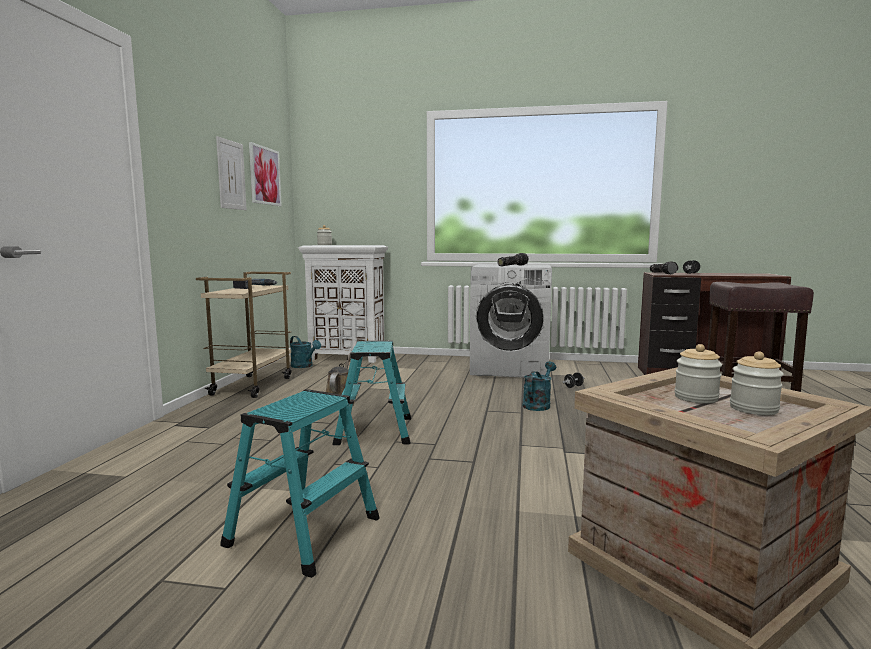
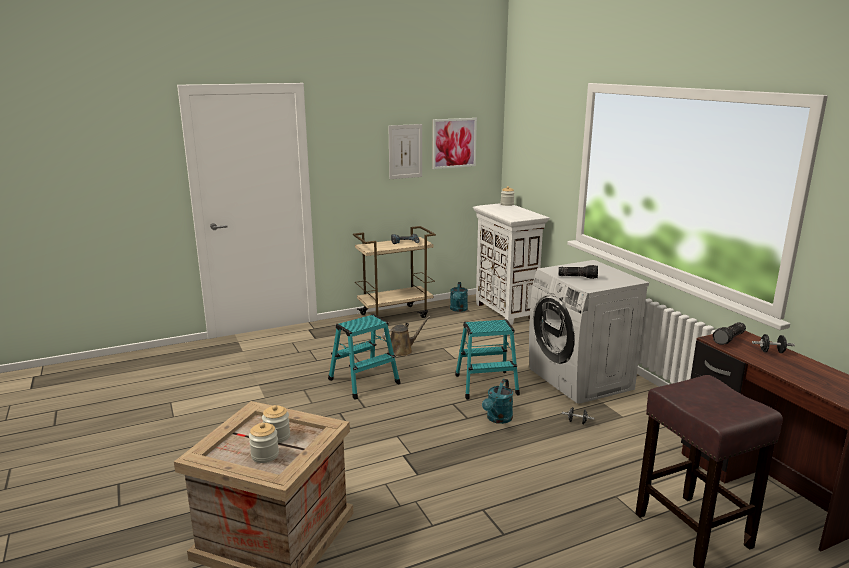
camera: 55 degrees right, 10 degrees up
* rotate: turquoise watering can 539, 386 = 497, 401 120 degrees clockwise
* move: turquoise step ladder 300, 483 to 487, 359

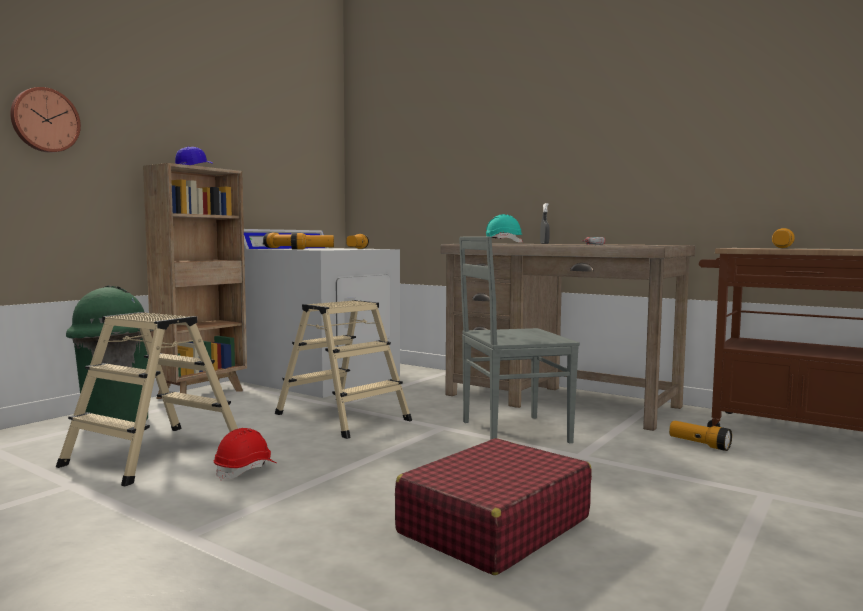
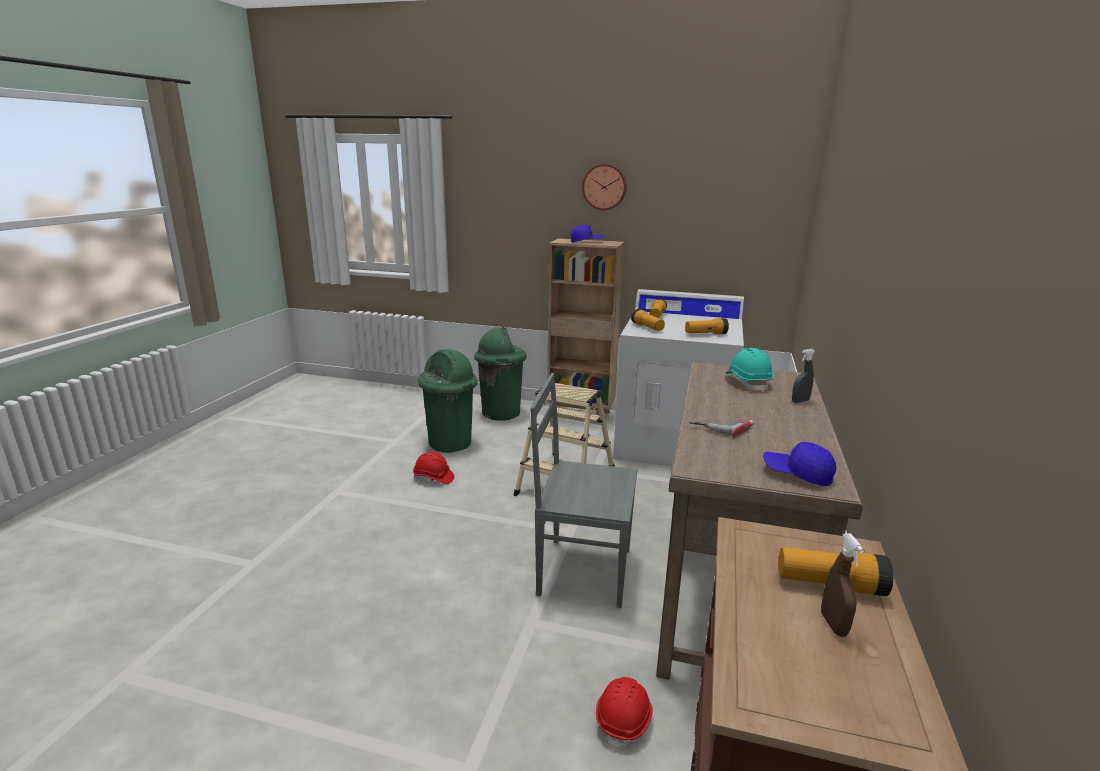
camera: 70 degrees right, 15 degrees up
* move: wall clock 45, 120 to 604, 187
* rotate: grey chair 519, 339 = 584, 490 45 degrees counterclockwise
* replace: beige step ladder 147, 399 to green trash can 448, 401
* replace: flashlight 700, 436 to red hard hat 624, 714
* delete: red suitcase 493, 506
* insert: blue cap 799, 464
* insert: brown spray bottle 842, 585

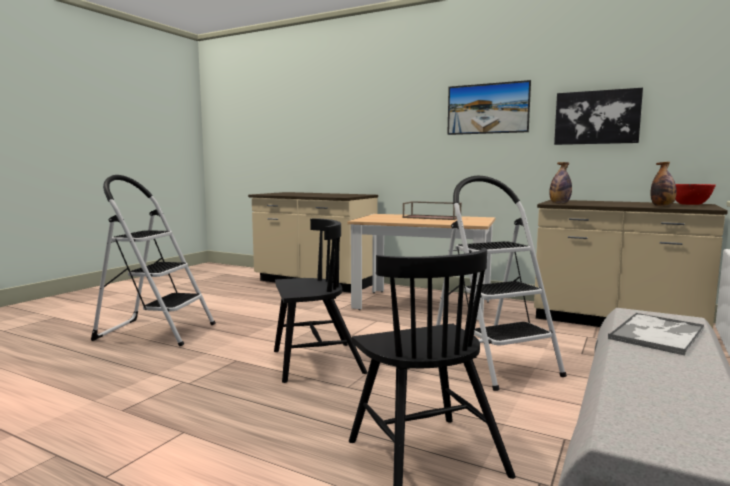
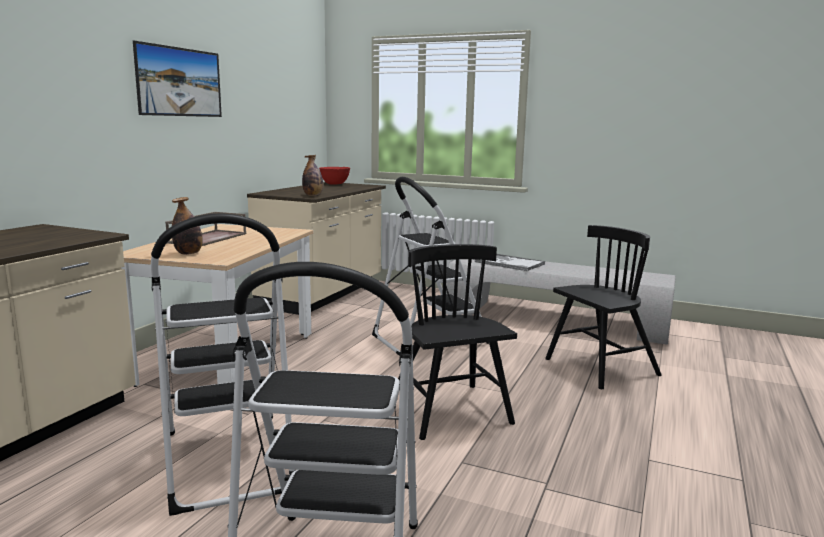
camera: 95 degrees left, 5 degrees up
* delete: picture 598, 116
* move: bottle 663, 184 to 187, 226
* insert: step ladder 223, 365

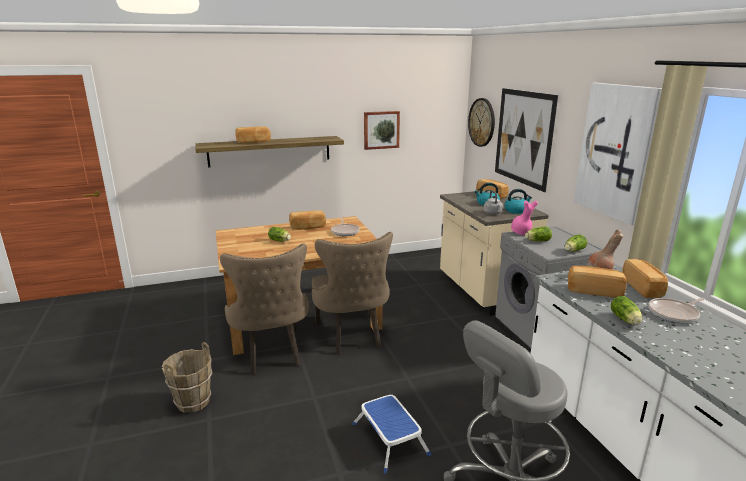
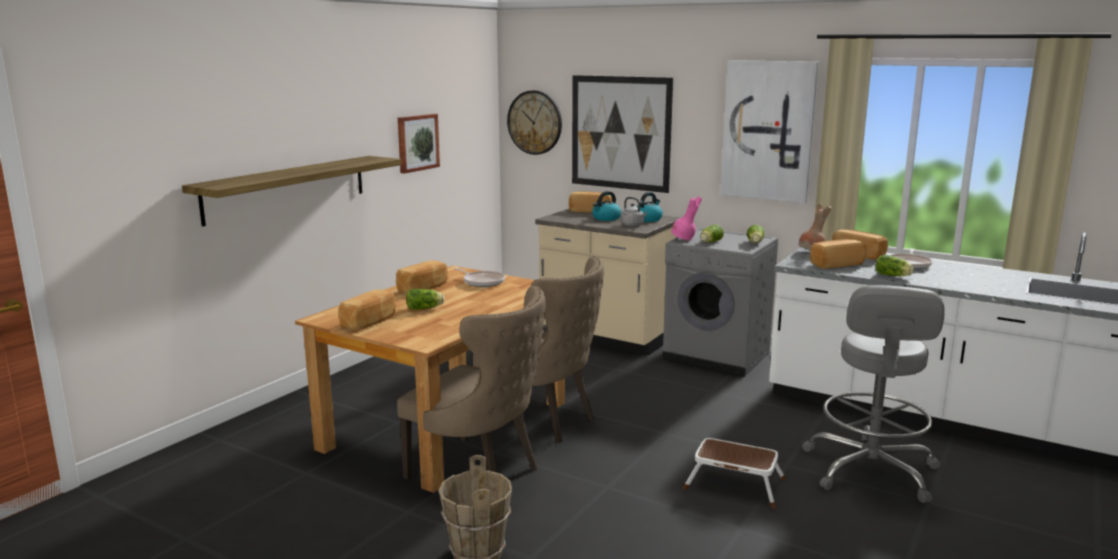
camera: 40 degrees left, 5 degrees down
* move: bread 253, 134 to 367, 309
* recolor: blue step ladder 391, 434 to brown step ladder 734, 473

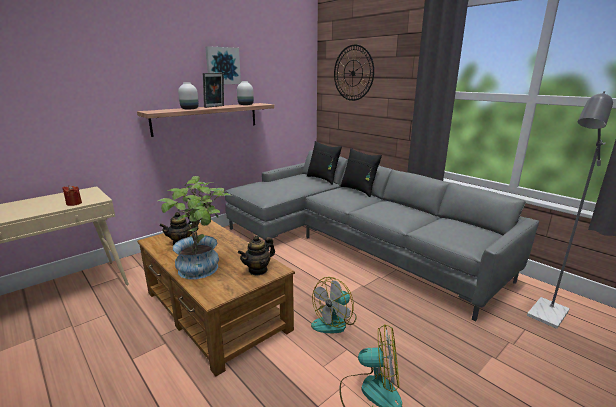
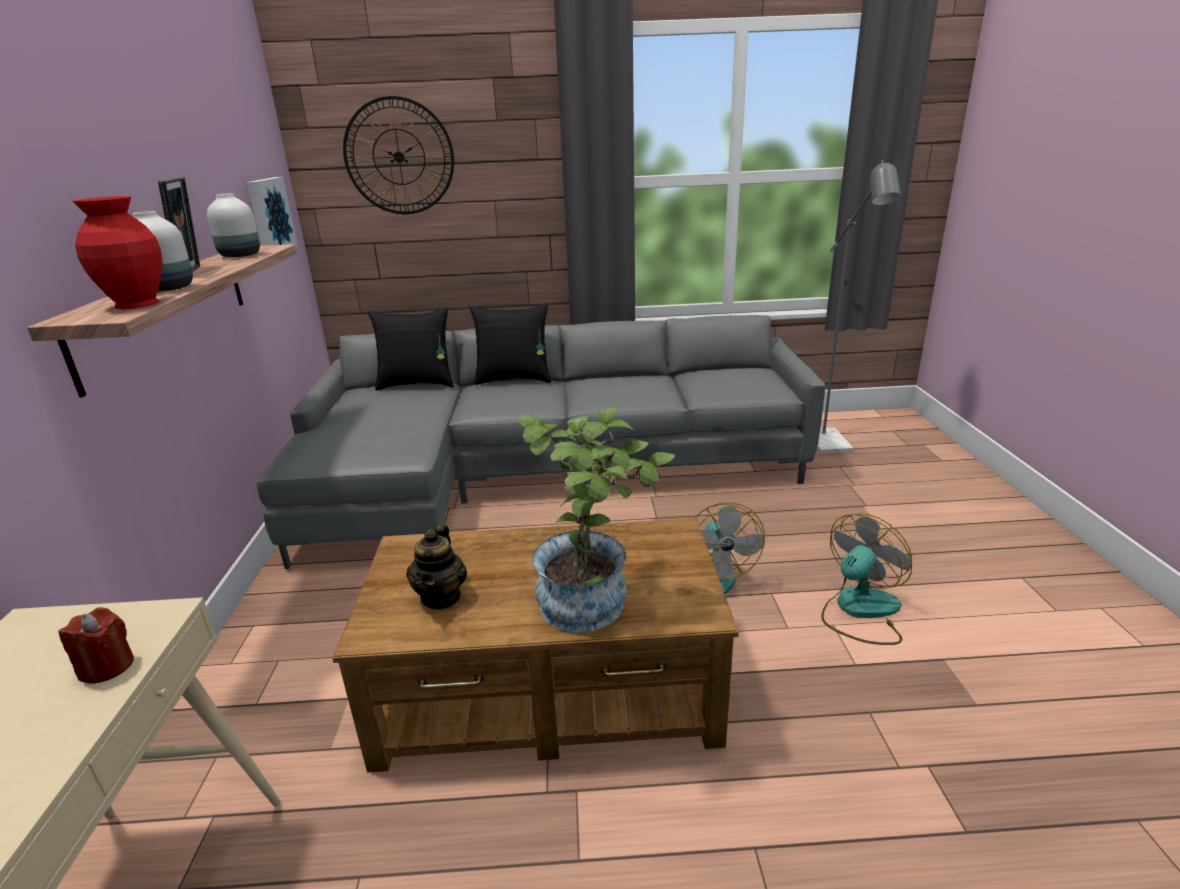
camera: 50 degrees left, 5 degrees up
* move: picture 223, 65 to 272, 212
* delete: teapot 256, 255
* insert: red vase 118, 252

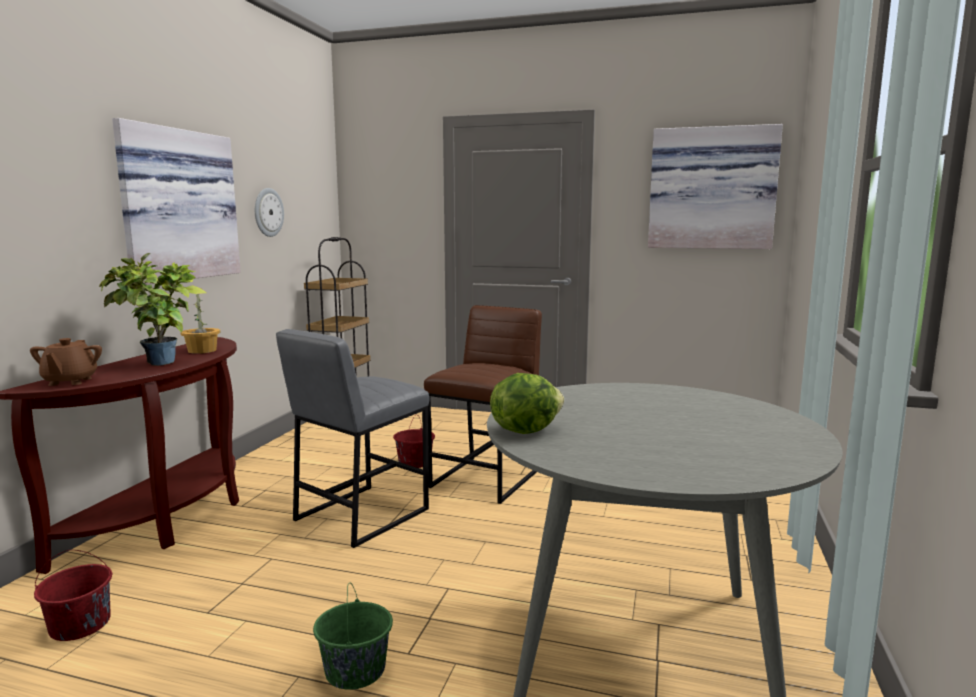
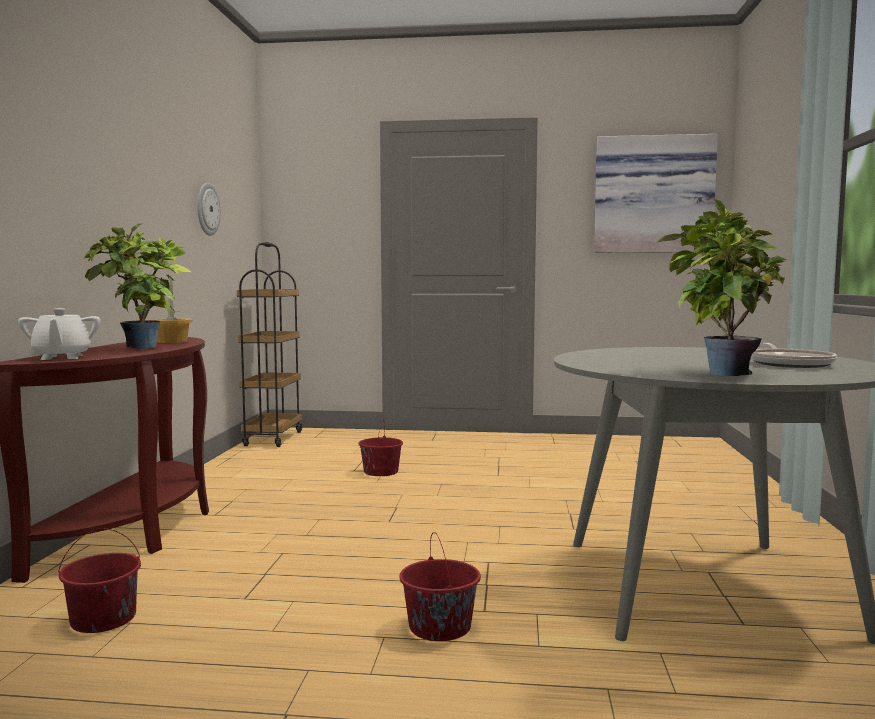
camera: 10 degrees left, 5 degrees down
* delete: picture 176, 201
* delete: brown chair 483, 404
* delete: grey chair 352, 438
* recolor: brown teapot 66, 362 to white teapot 59, 334
* delete: lettuce 527, 403
* recolor: green bucket 353, 636 to red bucket 440, 586
* insert: potted plant 721, 287
* insert: frying pan 794, 355

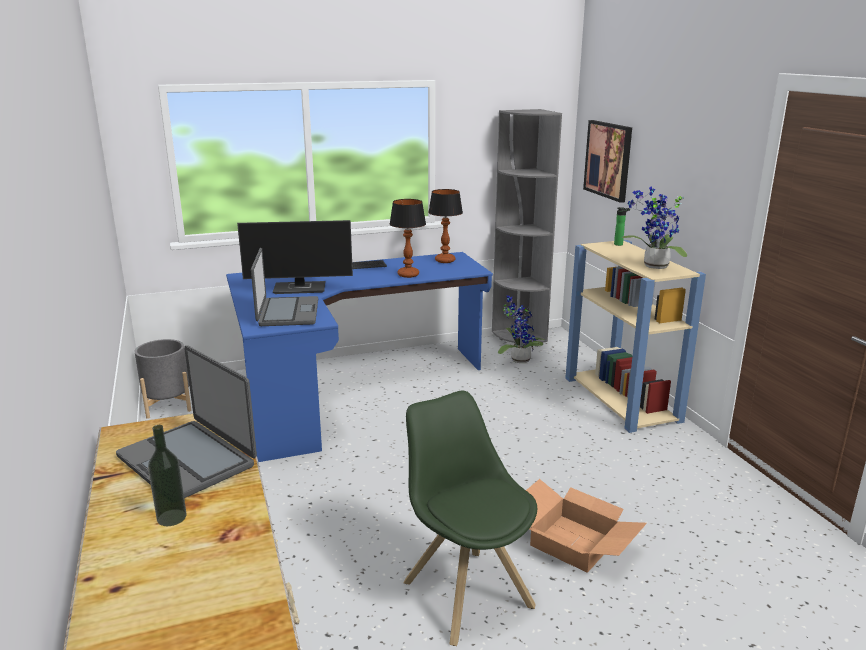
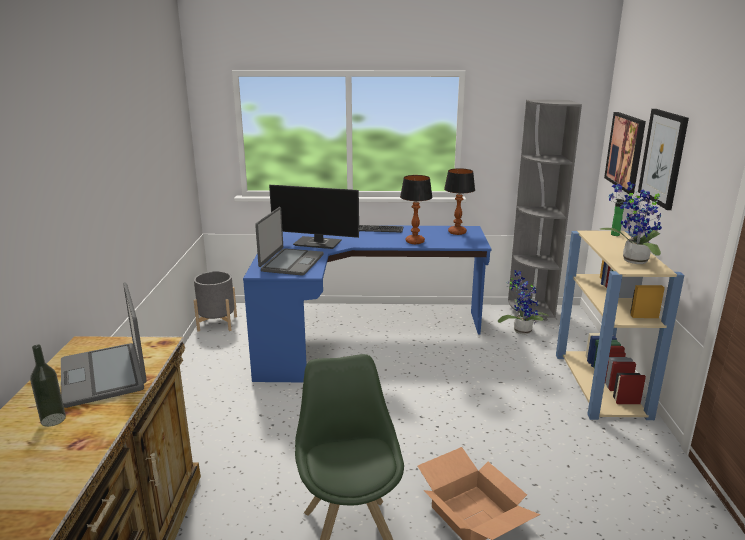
camera: 20 degrees right, 0 degrees up
* insert: picture 663, 159

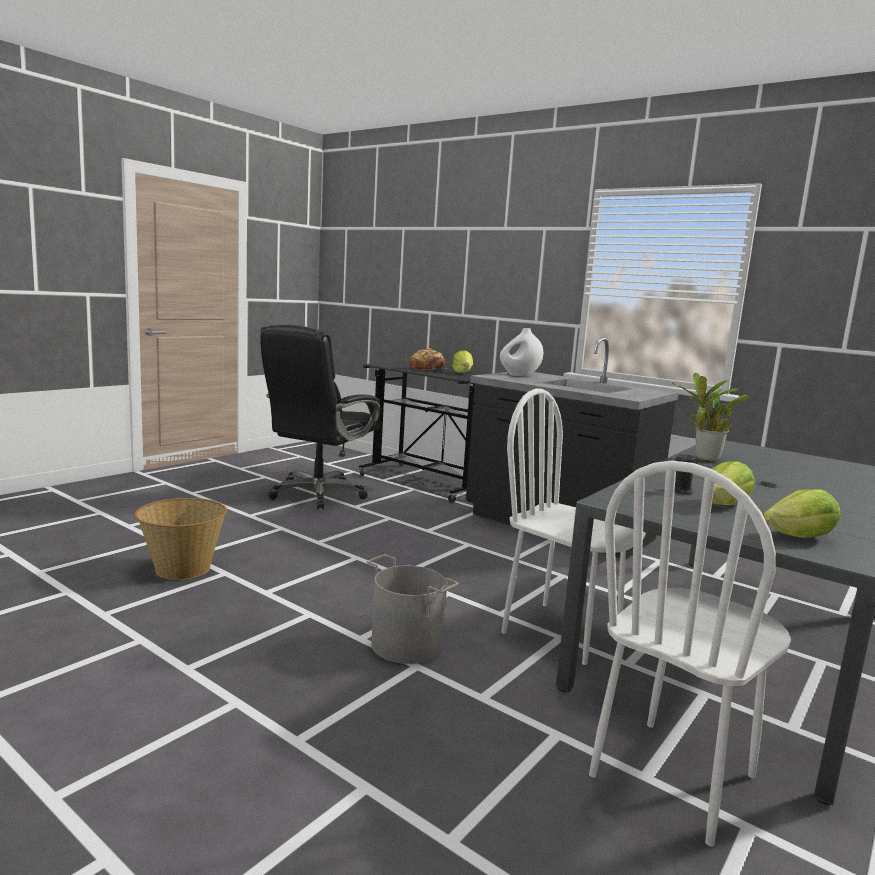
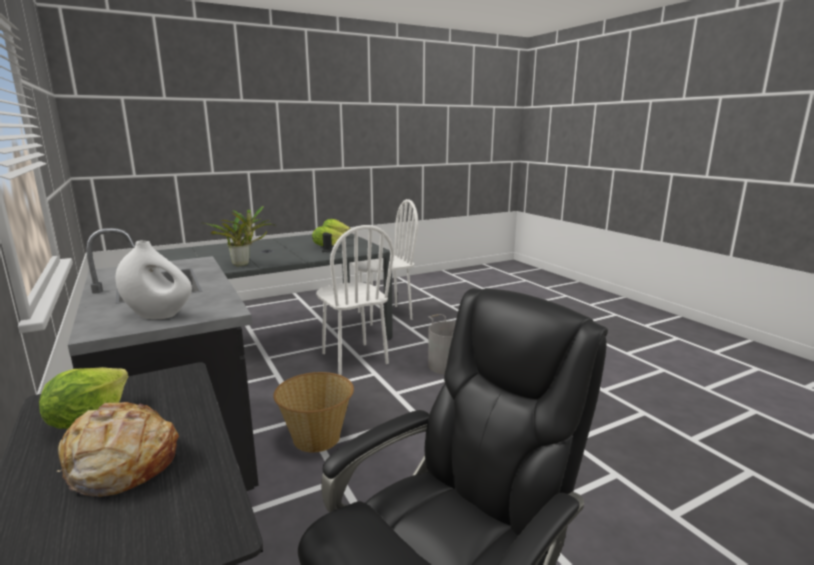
camera: 155 degrees left, 5 degrees up
* move: basket 180, 539 to 313, 412

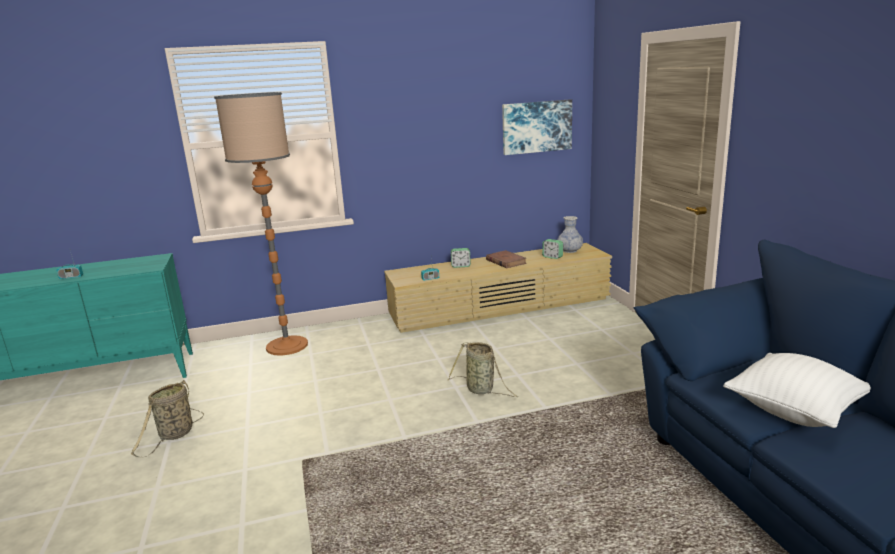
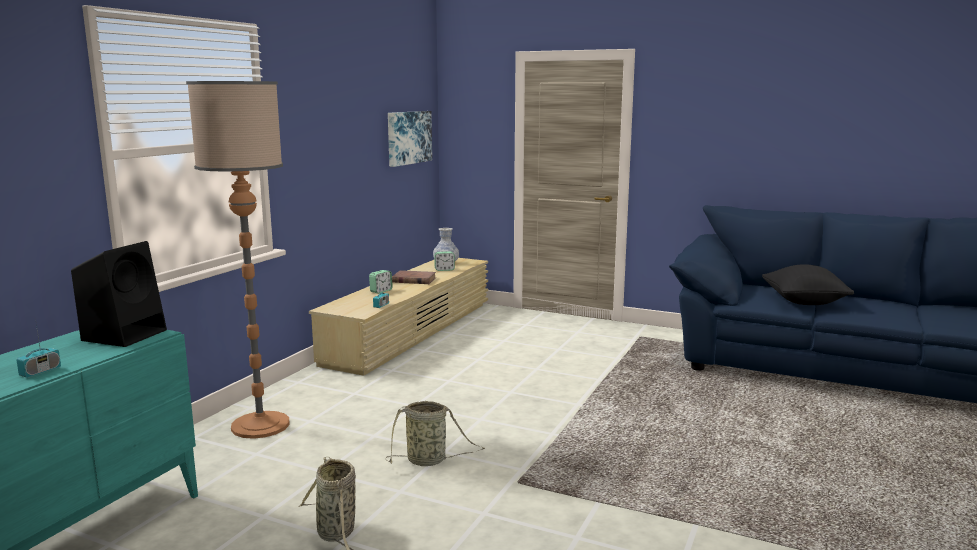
camera: 50 degrees left, 5 degrees down
* move: basket 483, 369 to 435, 433
* recolor: white pillow 797, 390 to black pillow 808, 284
* insert: black speaker 119, 294

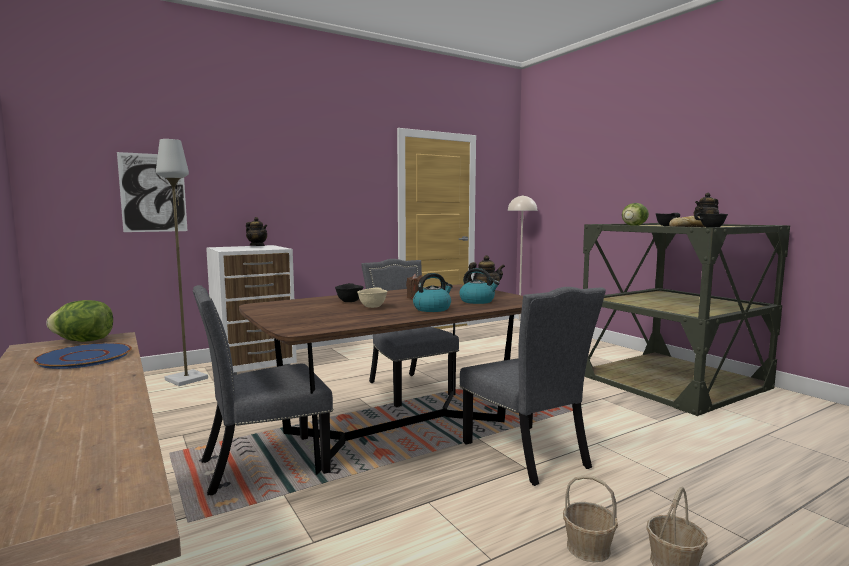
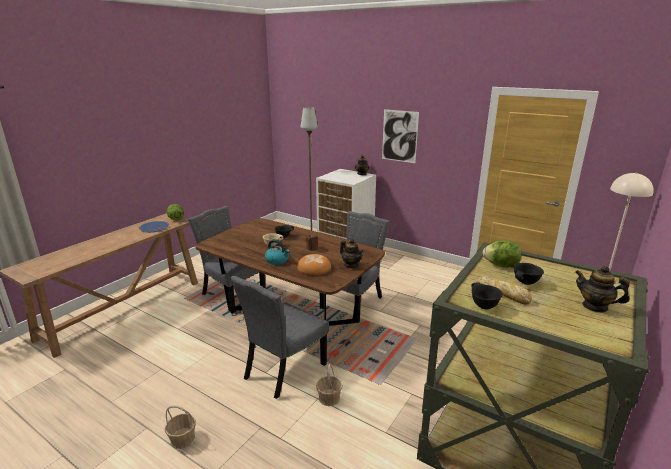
camera: 65 degrees right, 15 degrees up
* move: picture 152, 192 to 400, 136
* replace: kettle 479, 286 to bread 314, 265
* move: basket 590, 518 to 329, 385

